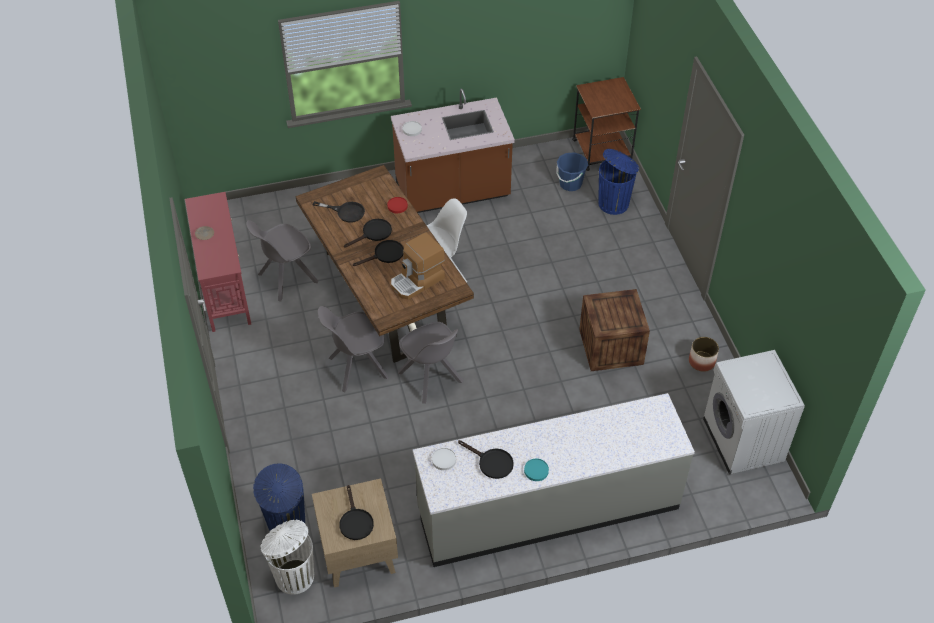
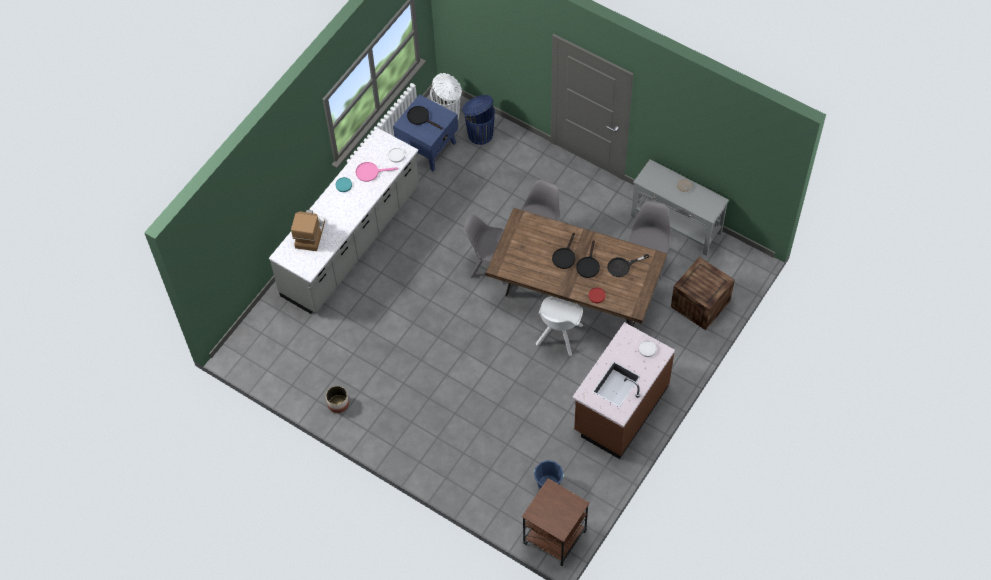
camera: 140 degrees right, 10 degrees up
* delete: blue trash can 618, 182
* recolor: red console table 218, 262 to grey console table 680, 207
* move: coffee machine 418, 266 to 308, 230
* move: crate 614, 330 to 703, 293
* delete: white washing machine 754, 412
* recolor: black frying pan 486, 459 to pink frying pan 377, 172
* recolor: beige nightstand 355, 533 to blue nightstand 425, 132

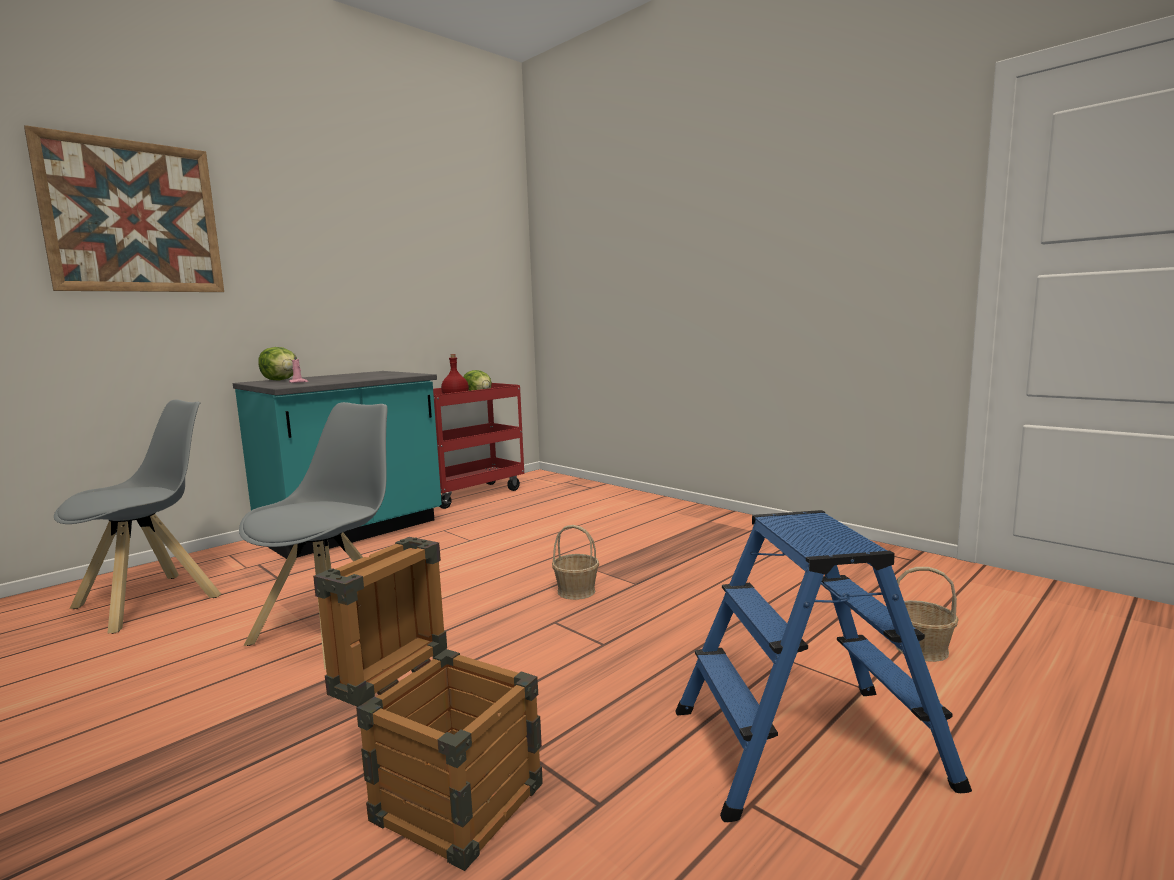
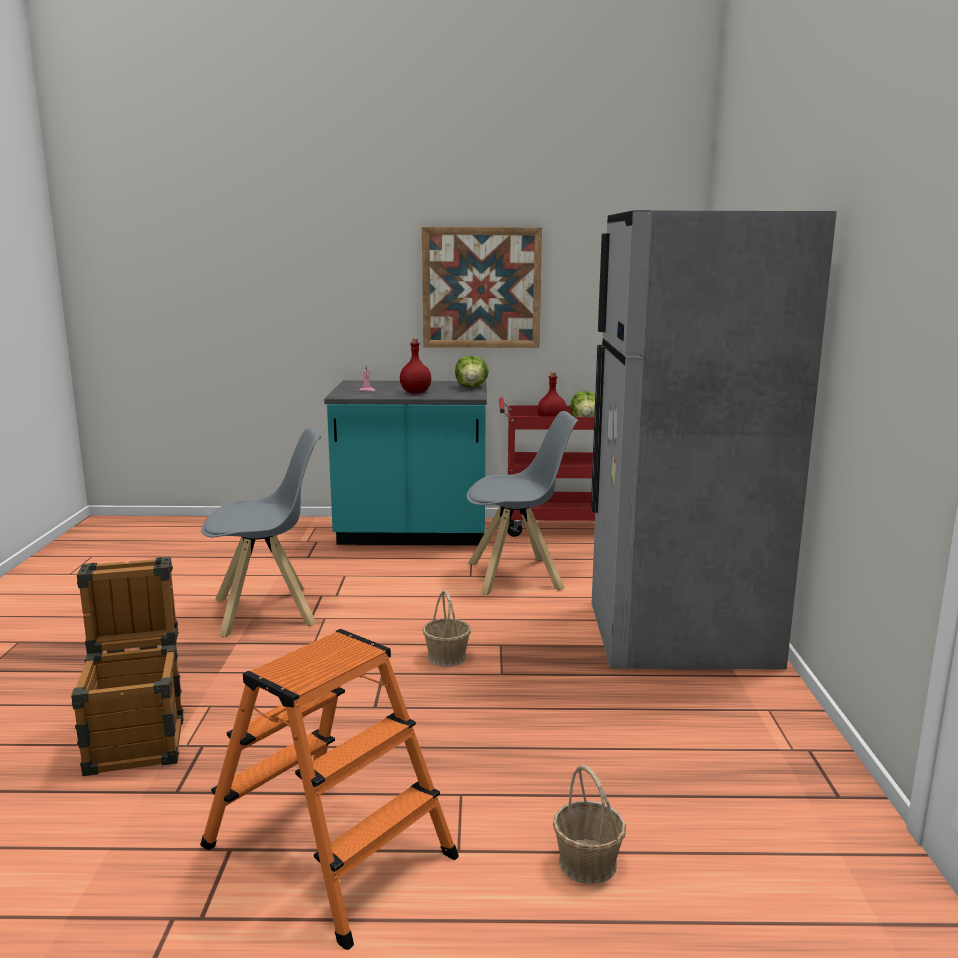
camera: 45 degrees right, 5 degrees up
* move: picture 124, 208 to 482, 287
* move: lettuce 277, 364 to 472, 371
* move: grey chair 137, 516 to 522, 503
* recolor: blue step ladder 823, 666 to orange step ladder 329, 789
* insert: grey fridge 714, 440
* insert: red bottle 415, 365

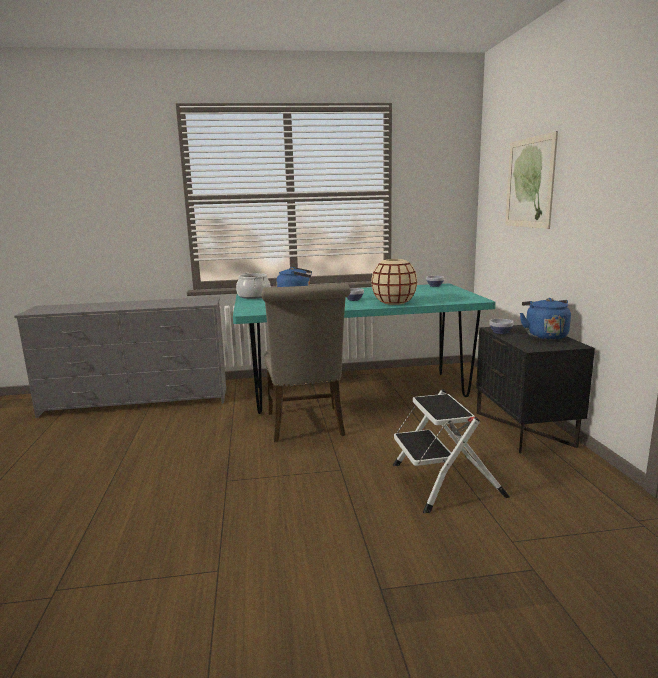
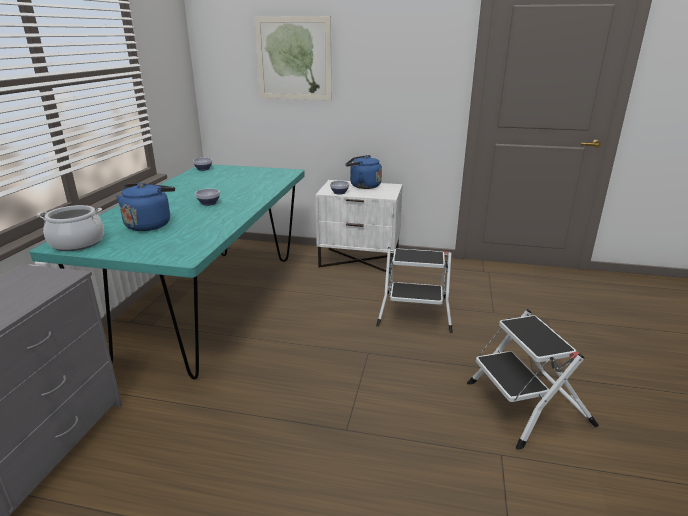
camera: 70 degrees left, 10 degrees up
* delete: beige vase 394, 282
* delete: beige chair 306, 362
* recolor: black nightstand 535, 389 to white nightstand 359, 227
* insert: step ladder 533, 379

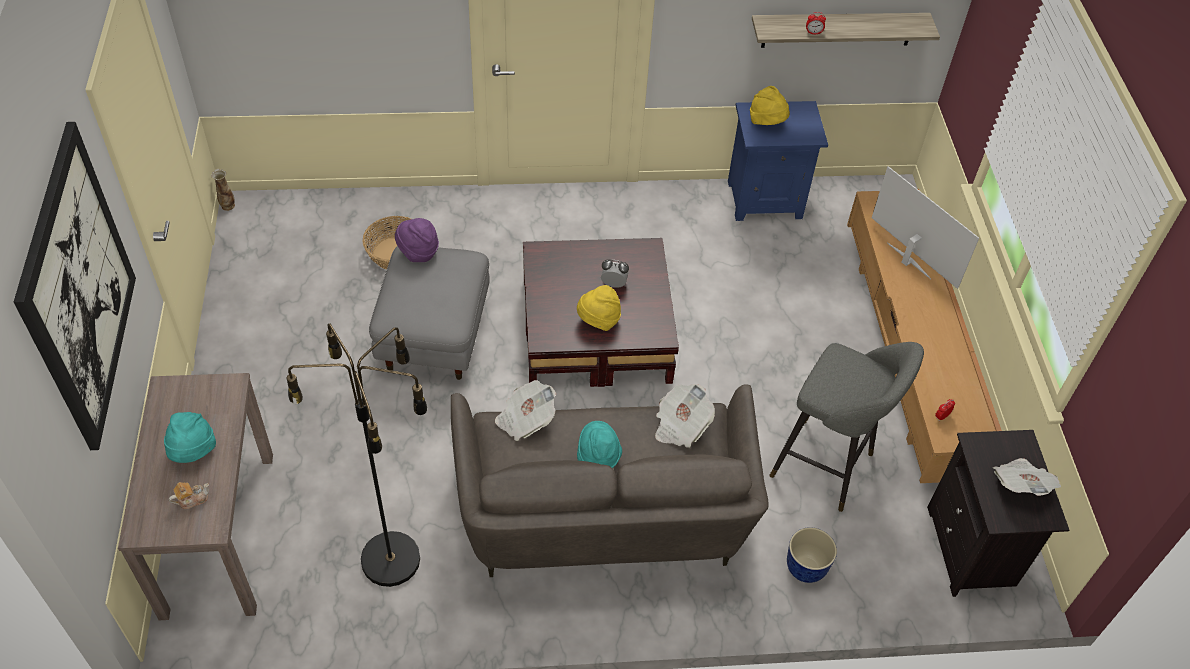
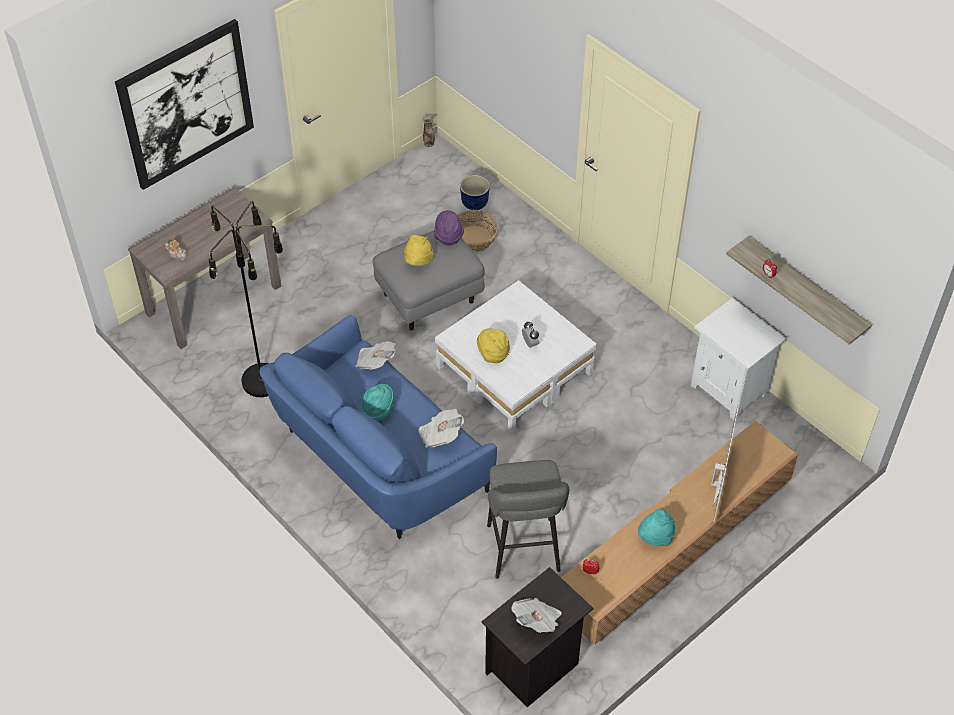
camera: 55 degrees right, 0 degrees up
* move: yellow hat 770, 105 to 419, 250
* recolor: blue nightstand 778, 161 to white nightstand 739, 359
* recolor: brown coffee table 601, 312 to white coffee table 516, 356
* recolor: grey sofa 609, 480 to blue sofa 378, 427
* move: turquoise hat 190, 437 to 656, 527
* move: planter 812, 555 to 475, 192

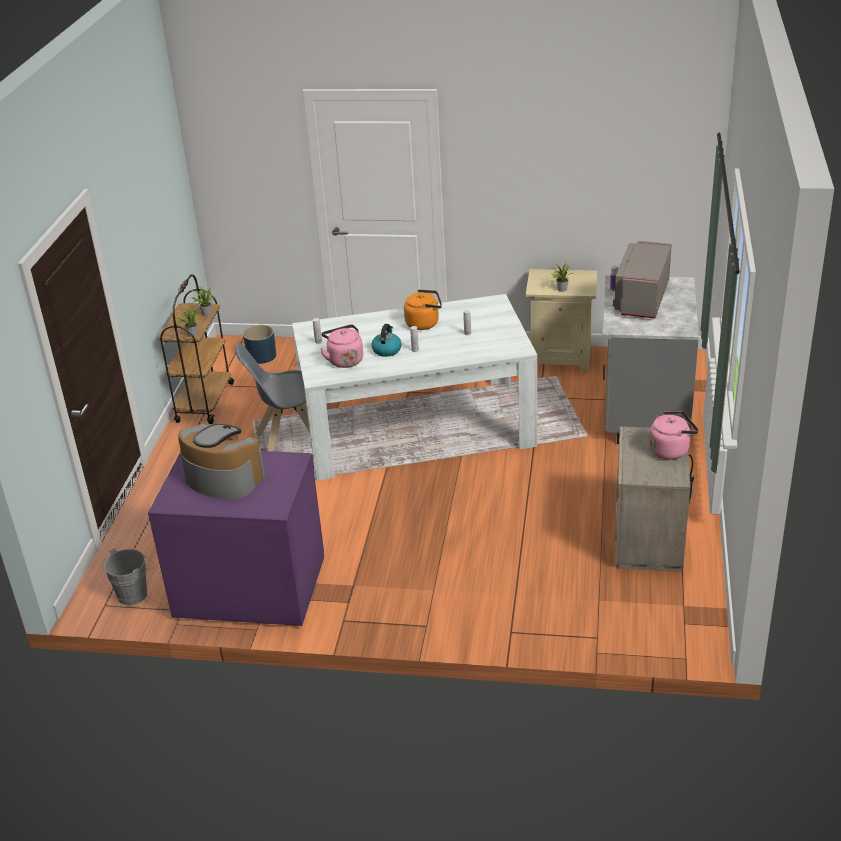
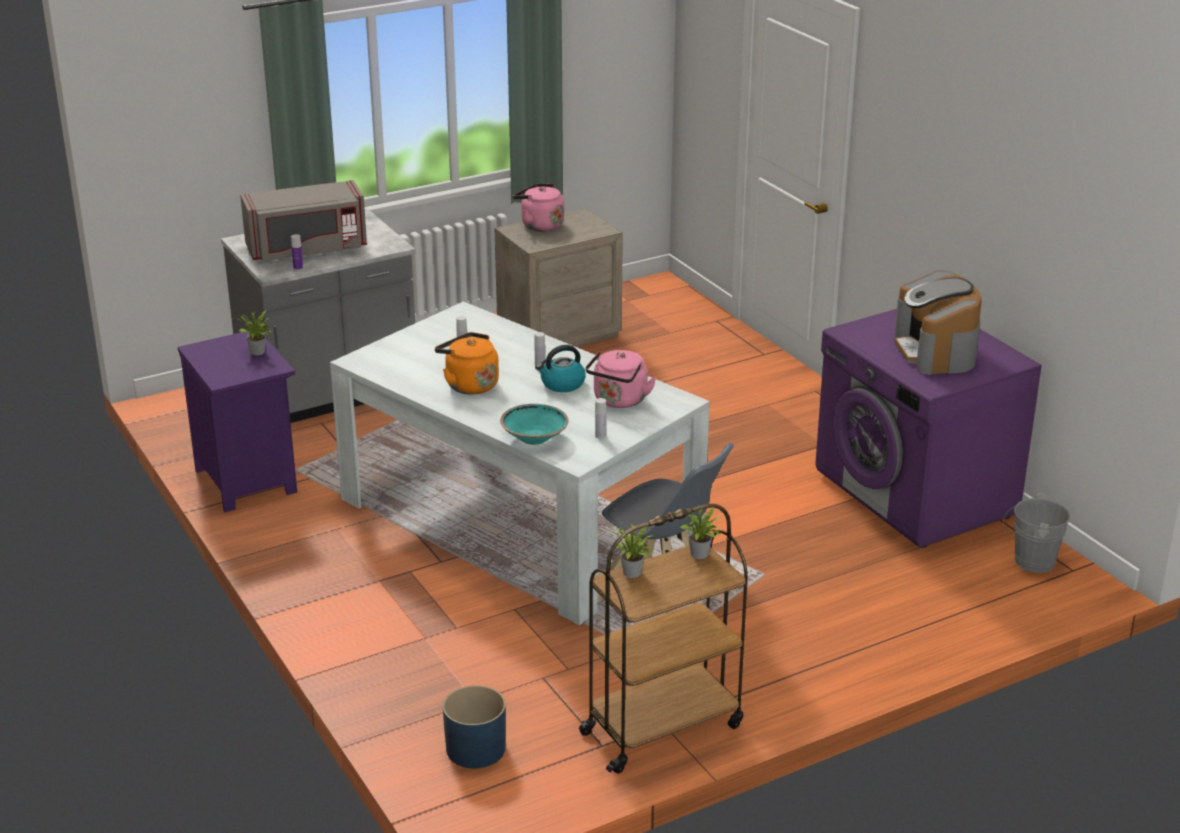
camera: 130 degrees left, 5 degrees down
* recolor: beige nightstand 561, 321 to purple nightstand 237, 421
* insert: turquoise bowl 534, 424

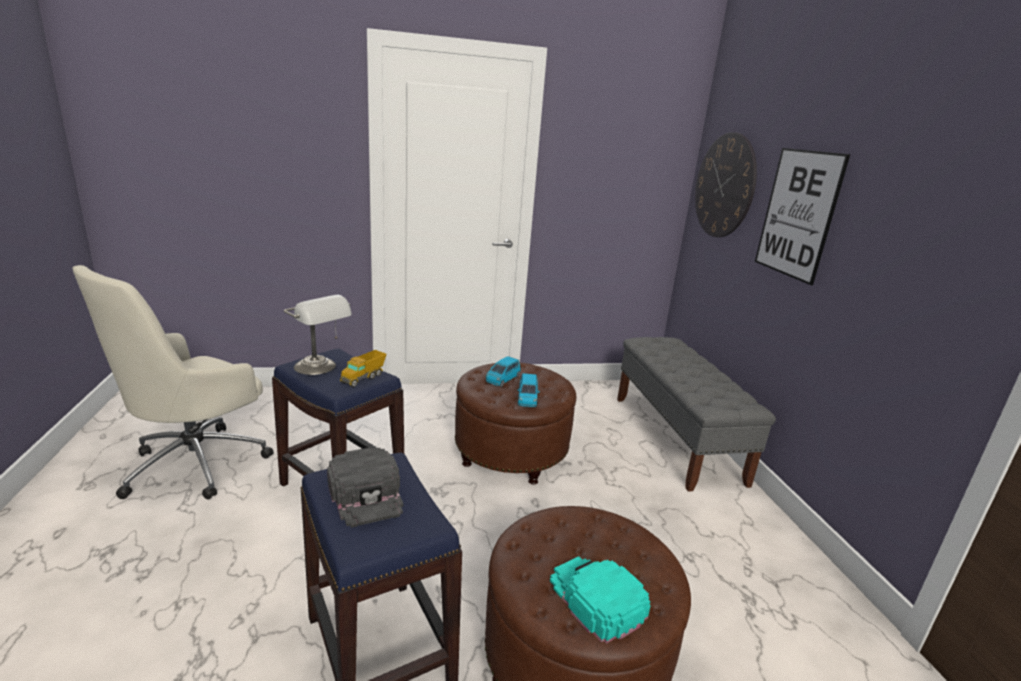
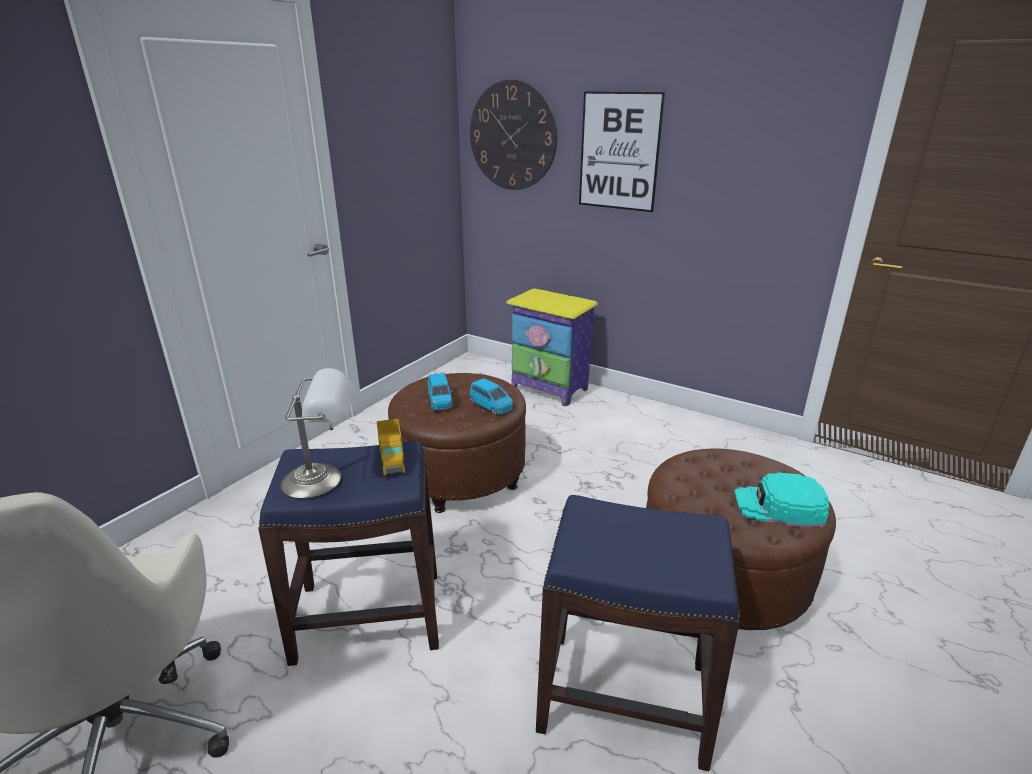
camera: 45 degrees left, 5 degrees up
* replace: grey bench 696, 414 to nightstand 552, 347
* delete: black cap 365, 488

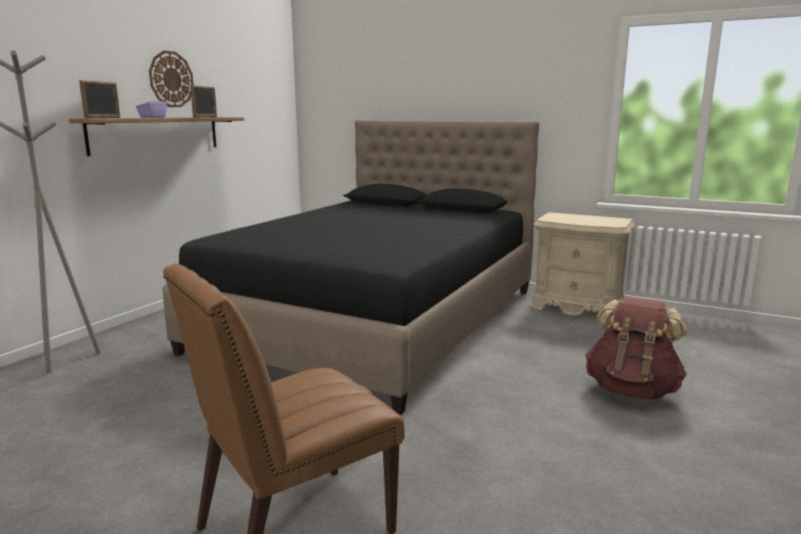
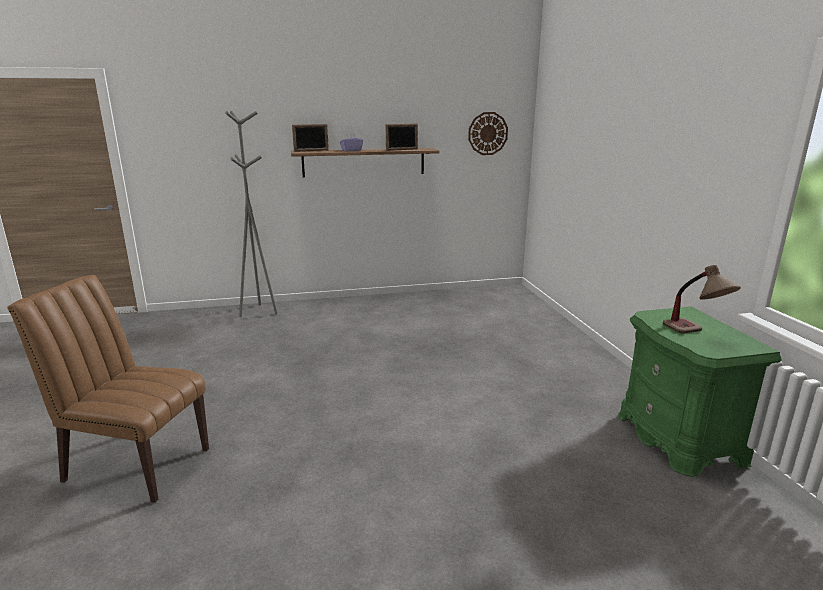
camera: 50 degrees right, 5 degrees up
* move: wall clock 171, 79 to 488, 133
* delete: black bed 350, 267
* recolor: beige nightstand 583, 264 to green nightstand 700, 392
* delete: brown backpack 636, 348
* insert: table lamp 702, 299

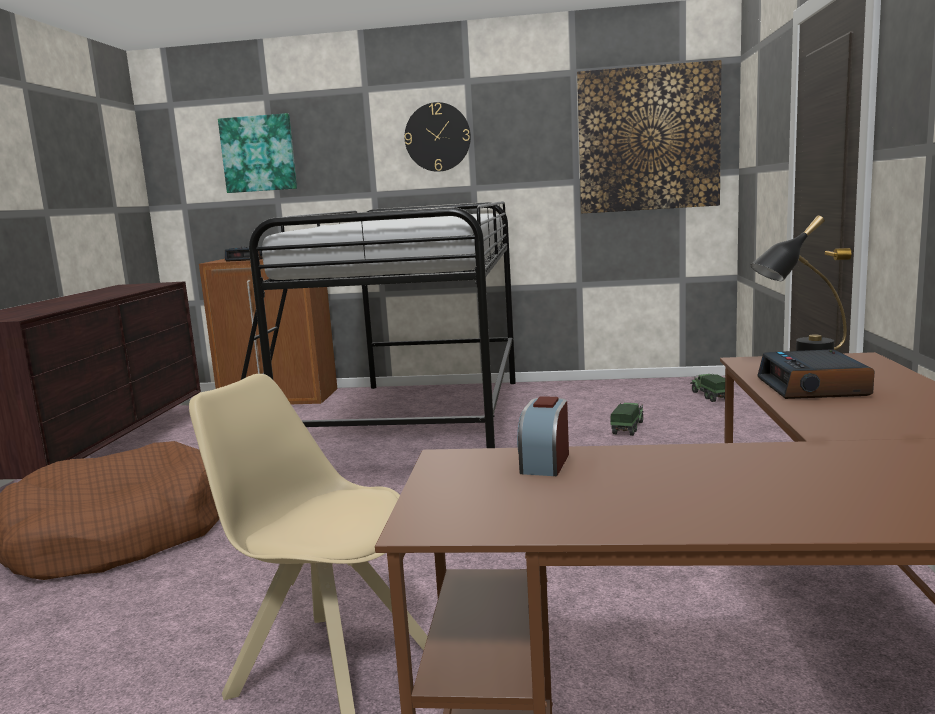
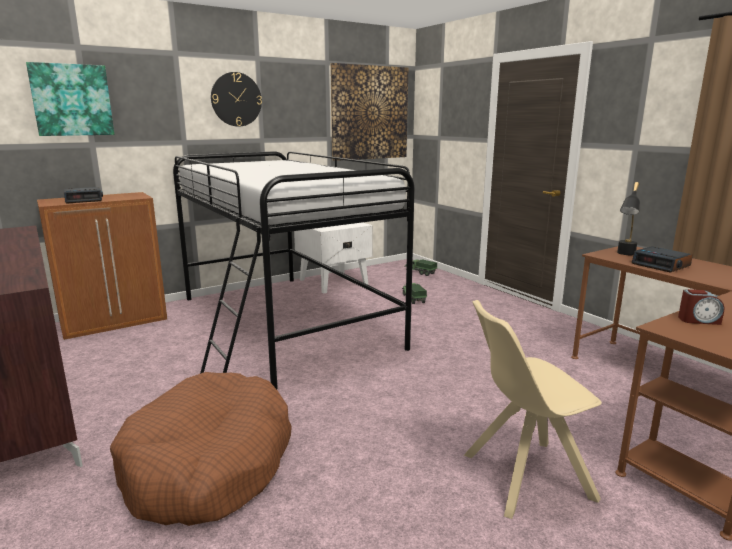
camera: 40 degrees left, 5 degrees up
* rotate: alarm clock 543, 436 = 701, 307 60 degrees counterclockwise
* insert: white nightstand 333, 258

